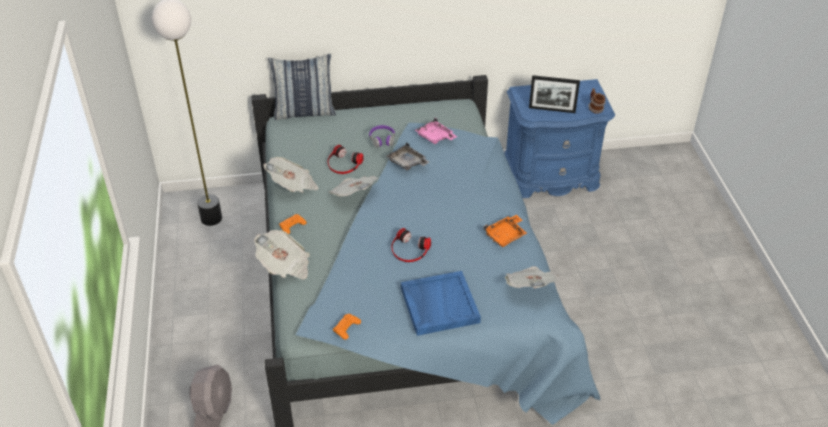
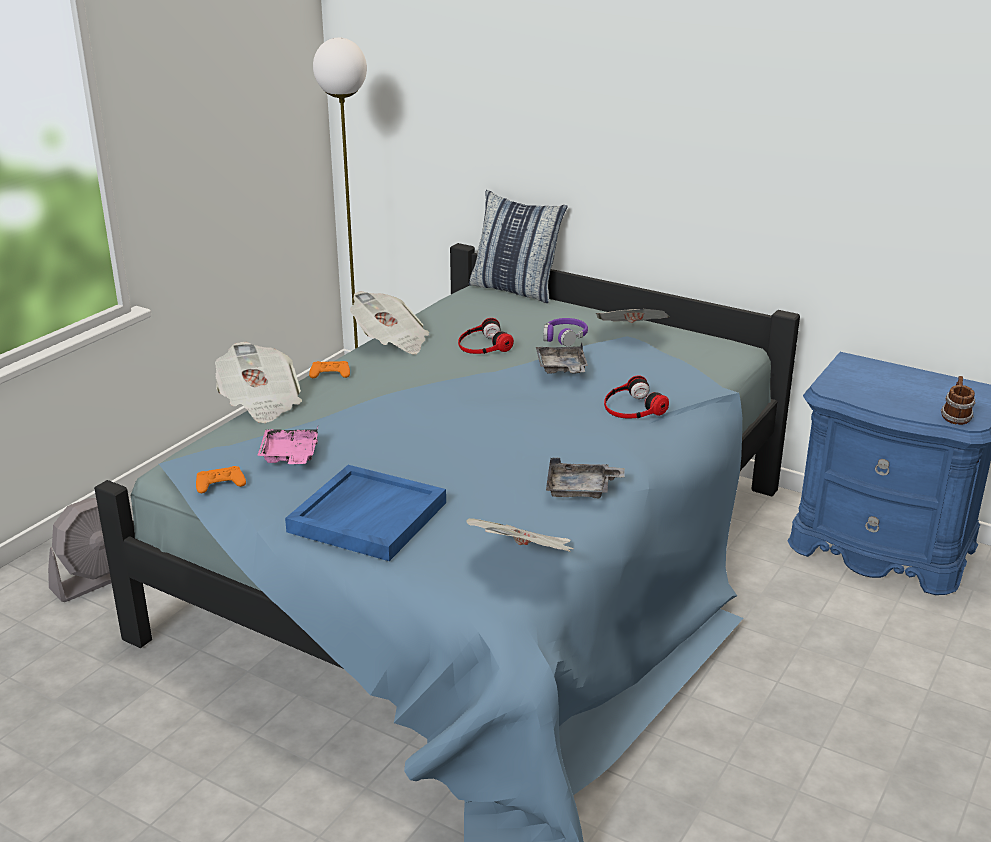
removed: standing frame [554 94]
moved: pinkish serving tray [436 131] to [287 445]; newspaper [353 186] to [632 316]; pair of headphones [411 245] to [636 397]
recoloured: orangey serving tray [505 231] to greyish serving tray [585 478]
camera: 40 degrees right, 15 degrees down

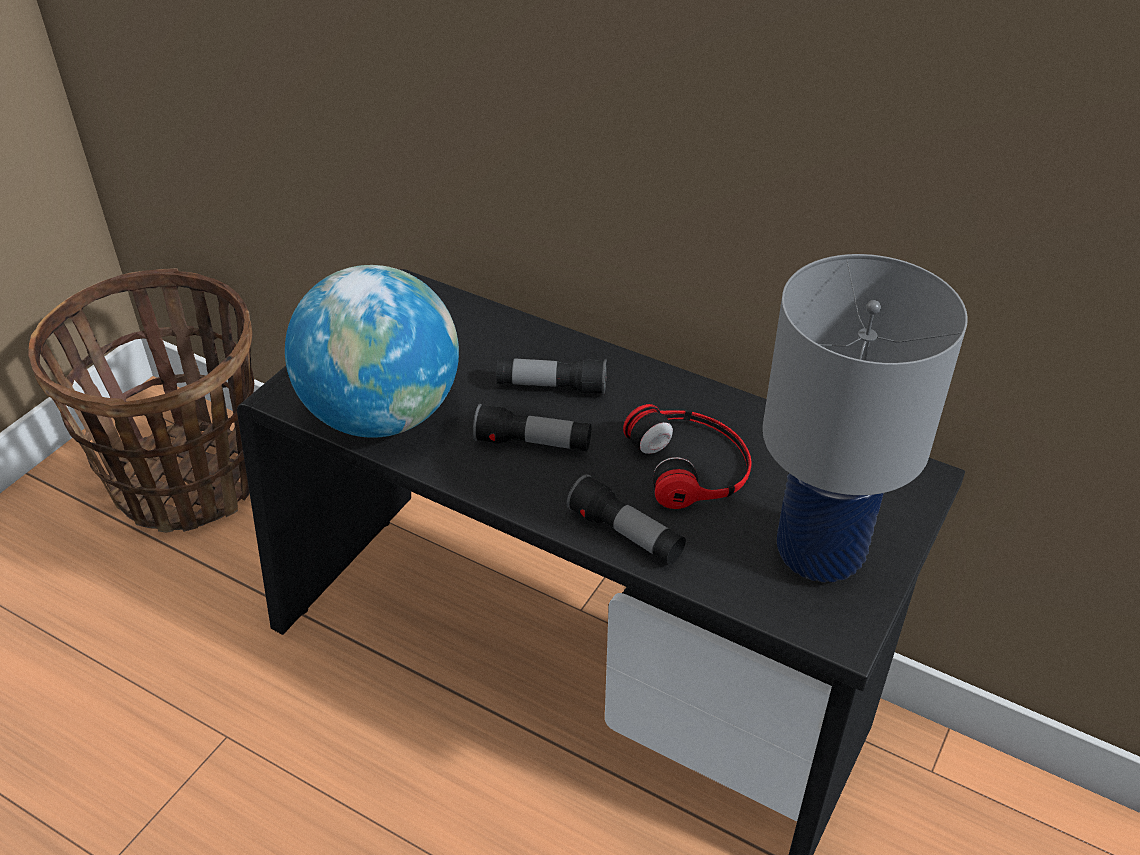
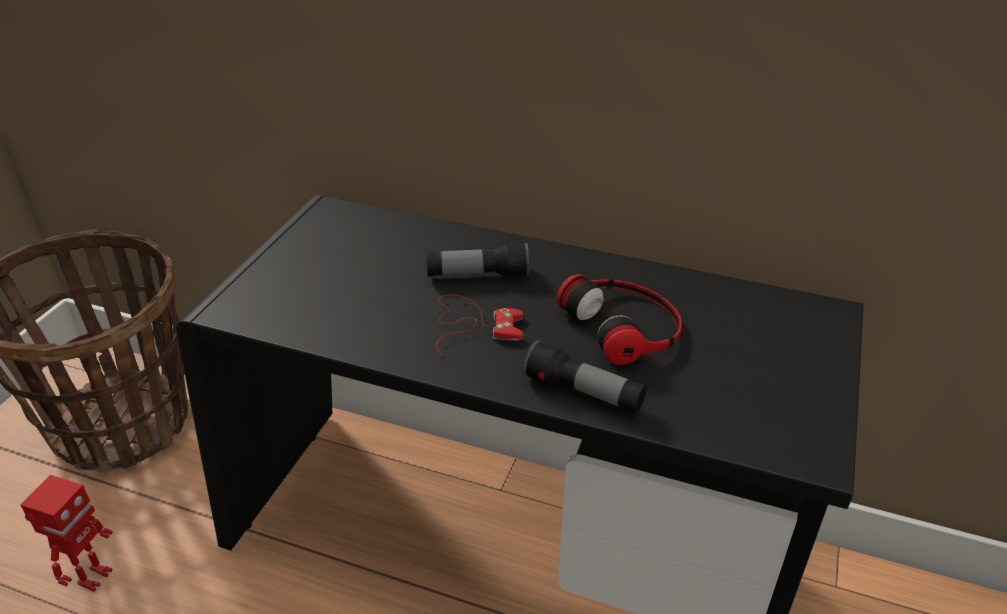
removed: globe [372 351]; greyish table lamp [865 418]
added: toy robot [66 533]
replaced: hand torch [532 427] to red-coloured game controller [480 326]
camera: 10 degrees left, 5 degrees down

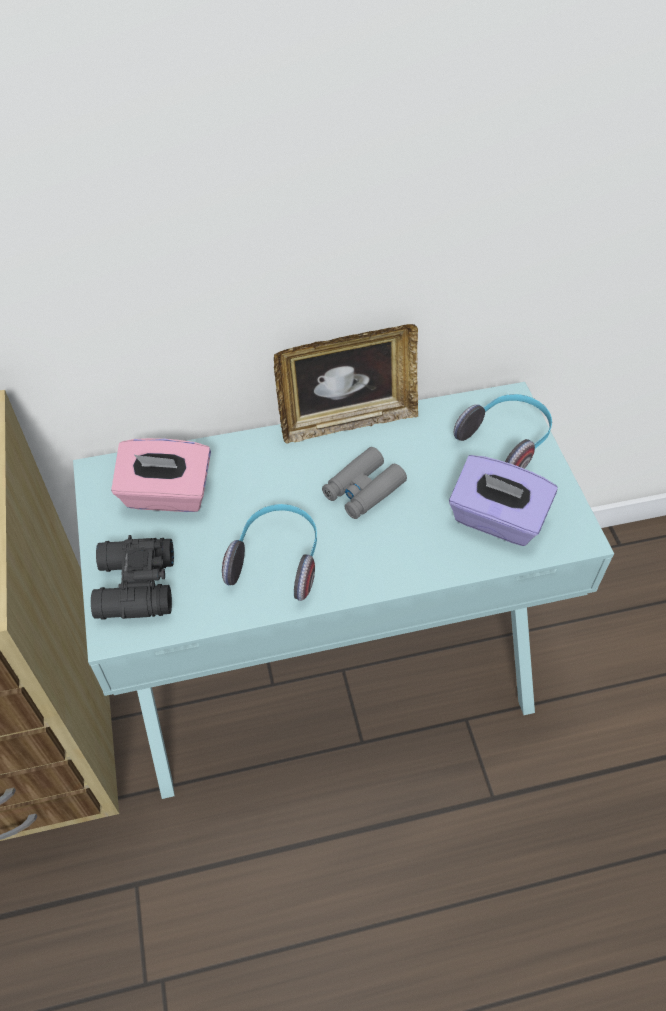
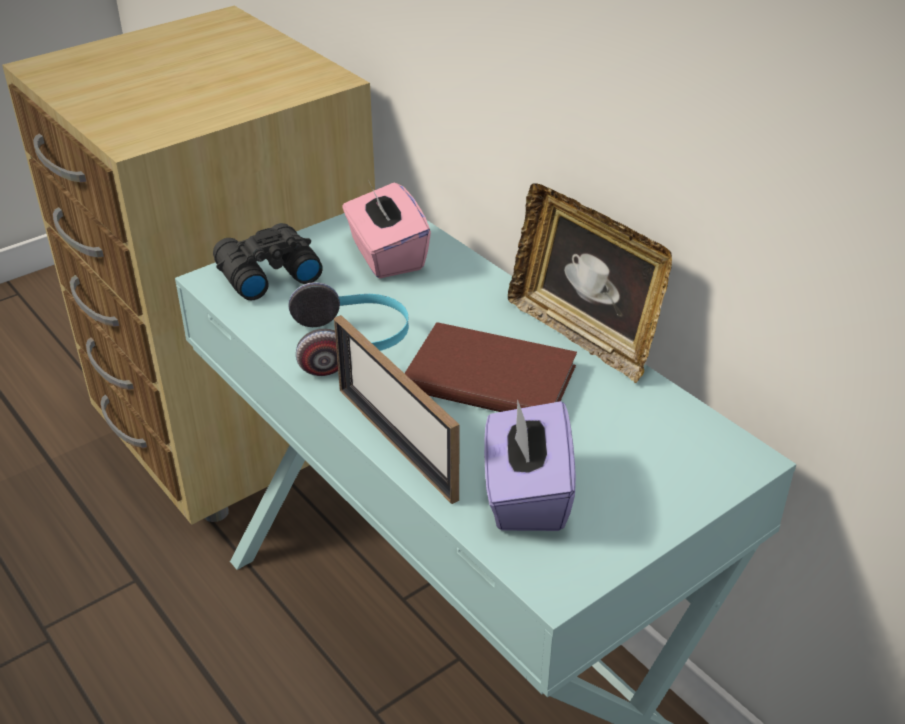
removed: pair of headphones [503 431]
added: standing frame [397 409]
replaced: greyish pair of binoculars [364 483] to brown-coloured book [490 367]
camera: 65 degrees right, 15 degrees down

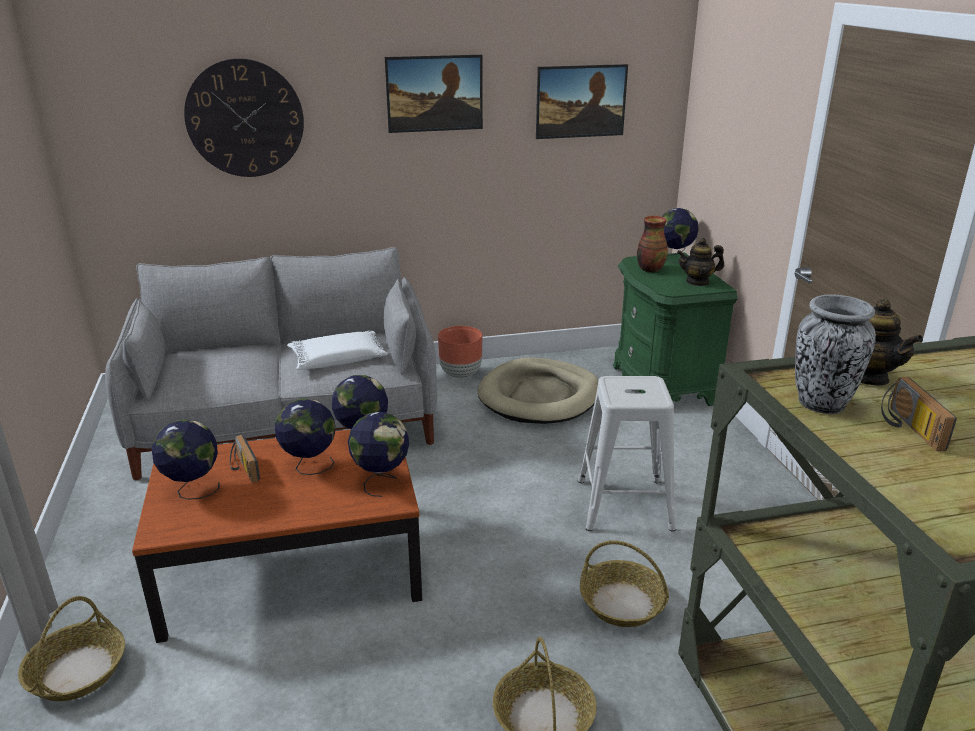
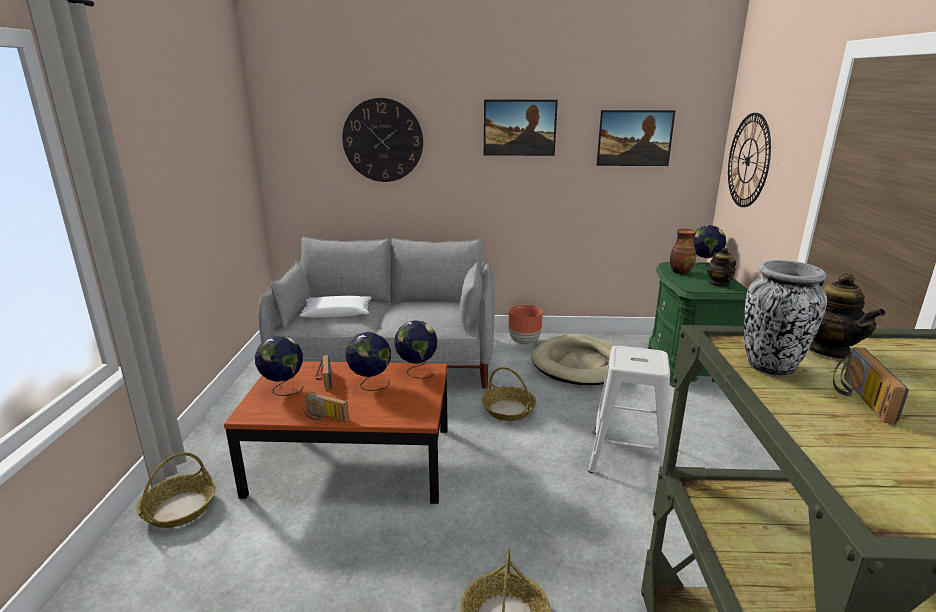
removed: globe [378 454]
added: radio [326 407]; wall clock [749 160]
moved: white pillow [337 350] to [335 307]; storage basket [624 583] to [508 394]
turned: teapot [700 262] = [721 267] 75 degrees clockwise
camera: 15 degrees right, 5 degrees down

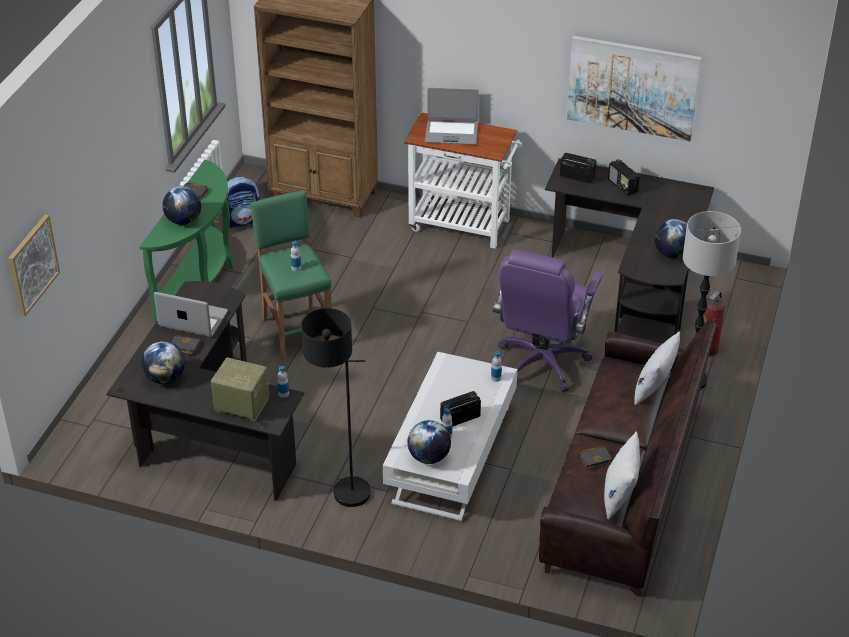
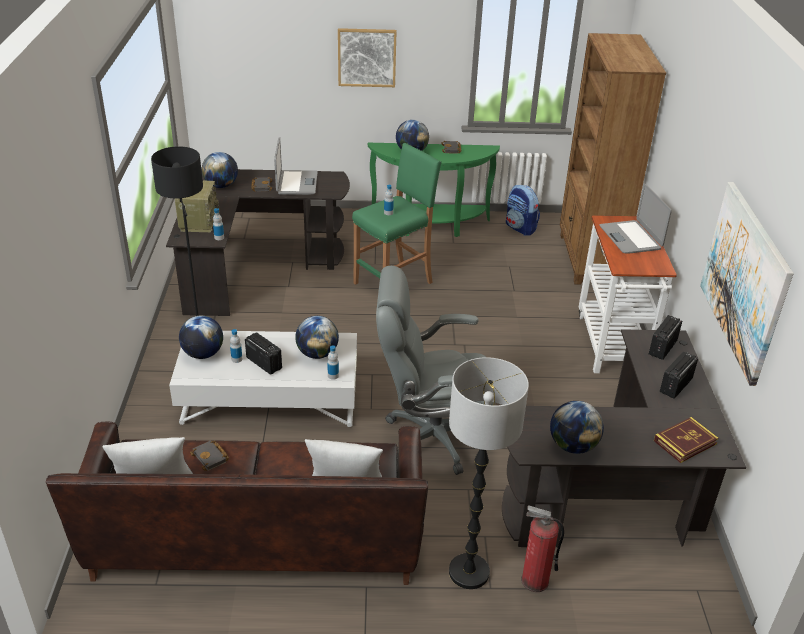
added: globe [317 337]; book [686 440]
moved: picture [34 266] to [367 57]
recoloured: purple-coloured desk chair [548 321] to greyish desk chair [435 370]
turned: radio [578 168] = [665 337] 150 degrees counterclockwise
camera: 70 degrees right, 5 degrees down

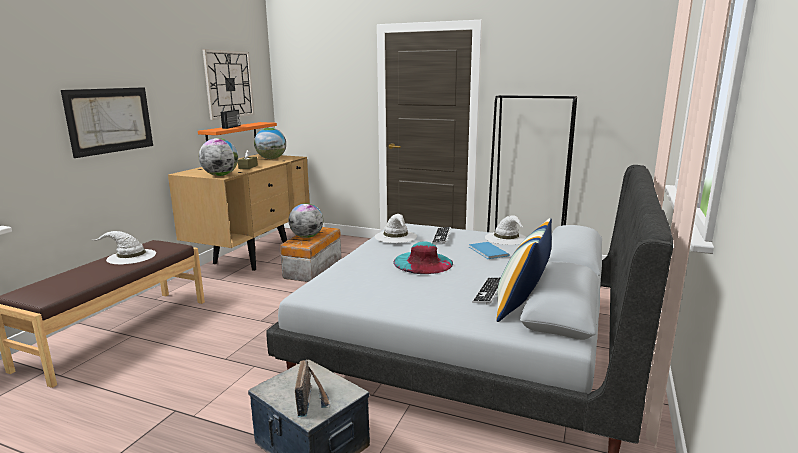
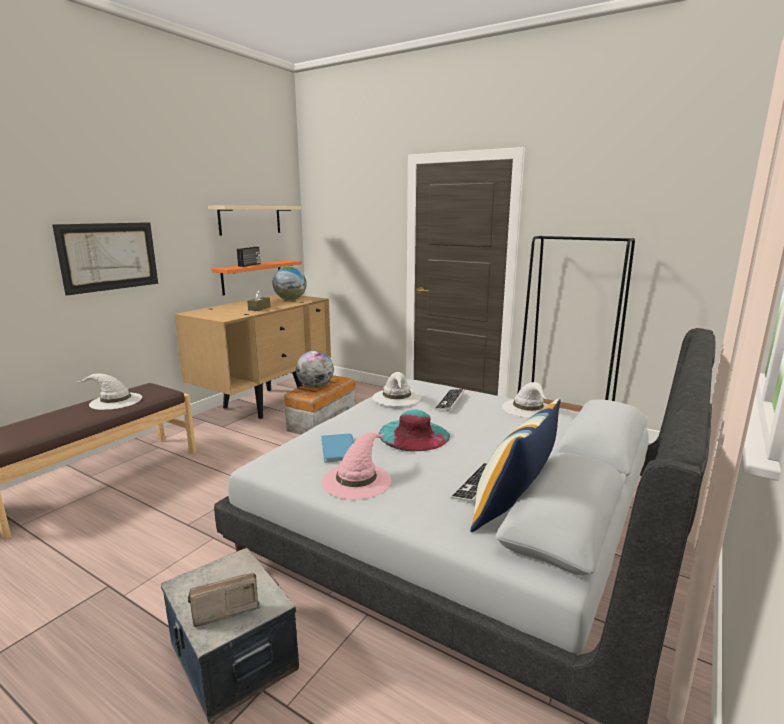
removed: globe [218 157]
added: pinkish clothing hat [356 465]
moved: blue book [489 250] to [337 447]
replaced: wall clock [228 84] to beige shelf [254 221]
turned: radio [312 388] = [224 599] 120 degrees counterclockwise
camera: 10 degrees right, 0 degrees up

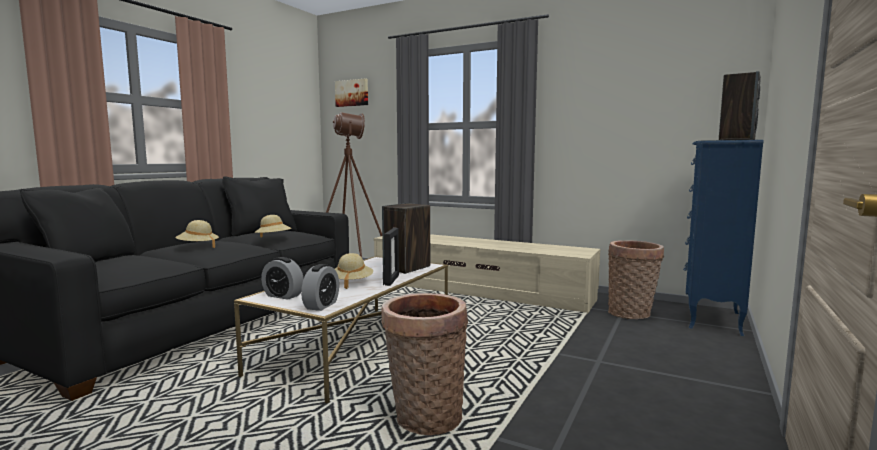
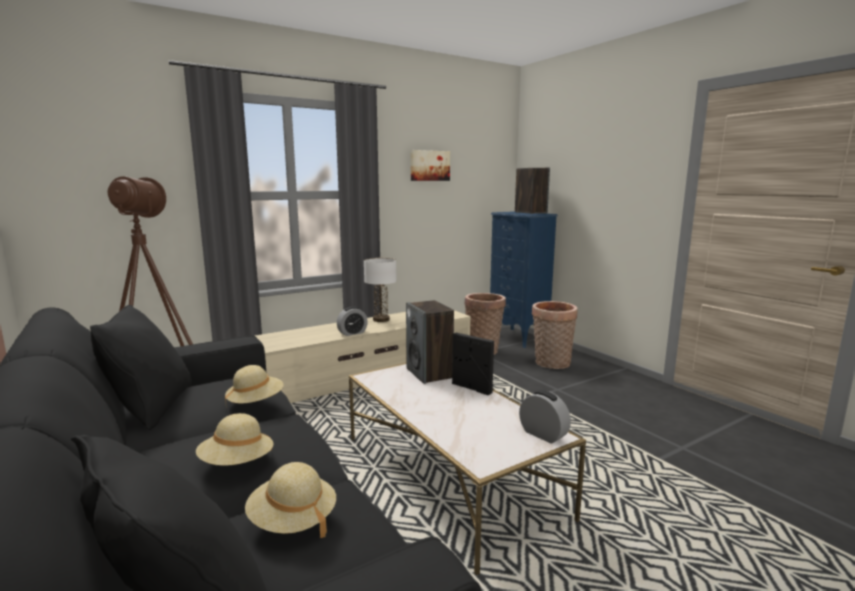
added: table lamp [380 290]
moved: beige clothing hat [354 271] to [290 500]; bedside clock [282 278] to [352 321]; picture [351 92] to [430 165]; storage basket [424 364] to [554 335]
camera: 60 degrees left, 5 degrees up

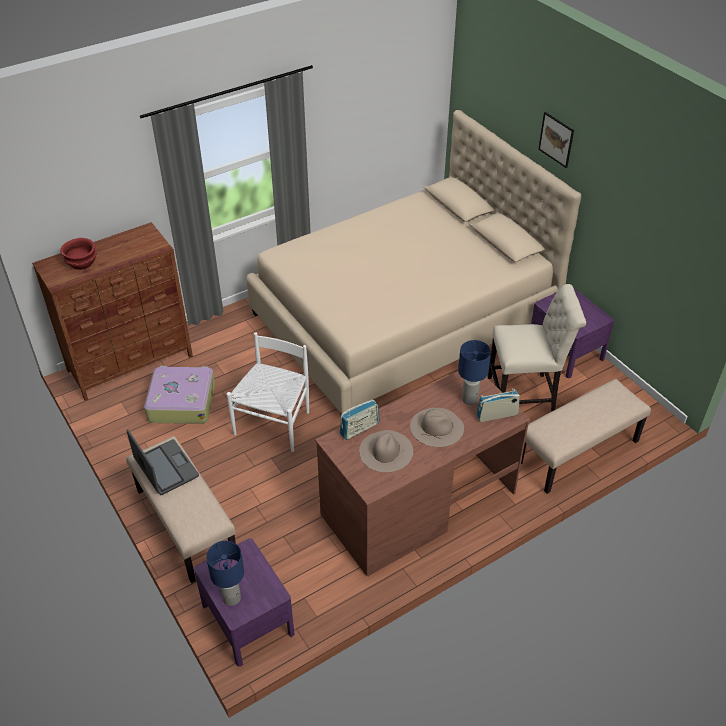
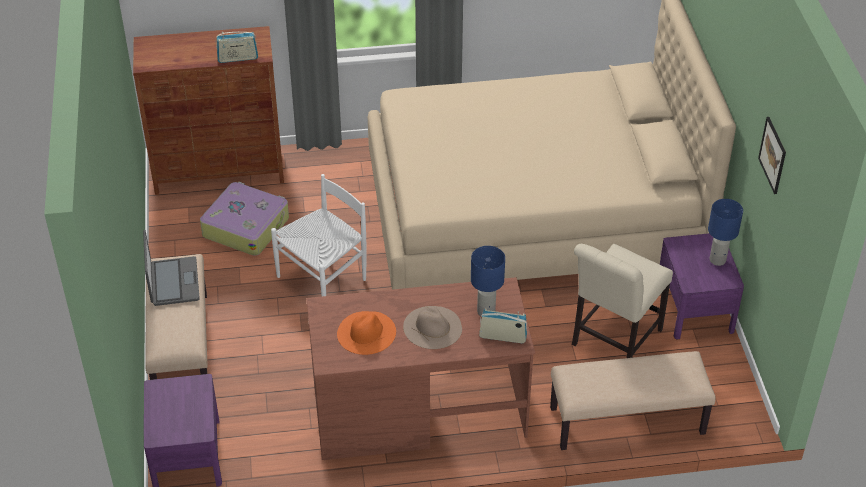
removed: red-coloured serving bowl [78 254]
moved: radio [360 419] to [237 47]; blue table lamp [225 573] to [725 232]; picture [556 140] to [772 155]
recoloured: beige clothing hat [386 451] to orangey clothing hat [366 333]
turned: beige upright chair [537 347] = [622 301] 105 degrees clockwise
camera: 25 degrees right, 0 degrees up

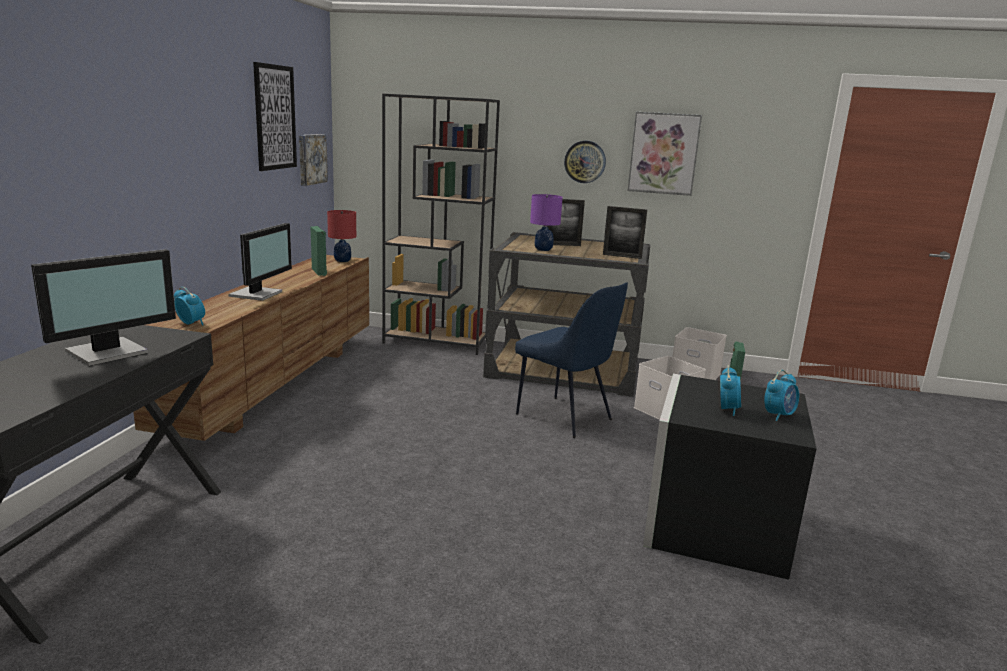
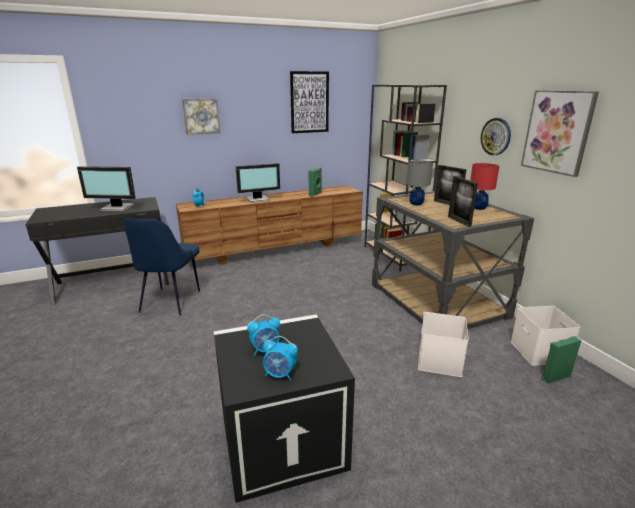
moved: blue upright chair [571 360] to [162 266]; picture [313 160] to [201 116]; red-coloured table lamp [341 236] to [485 186]
recoloured: purple-coloured table lamp [546 222] to greyish table lamp [419 183]
camera: 55 degrees right, 5 degrees up

